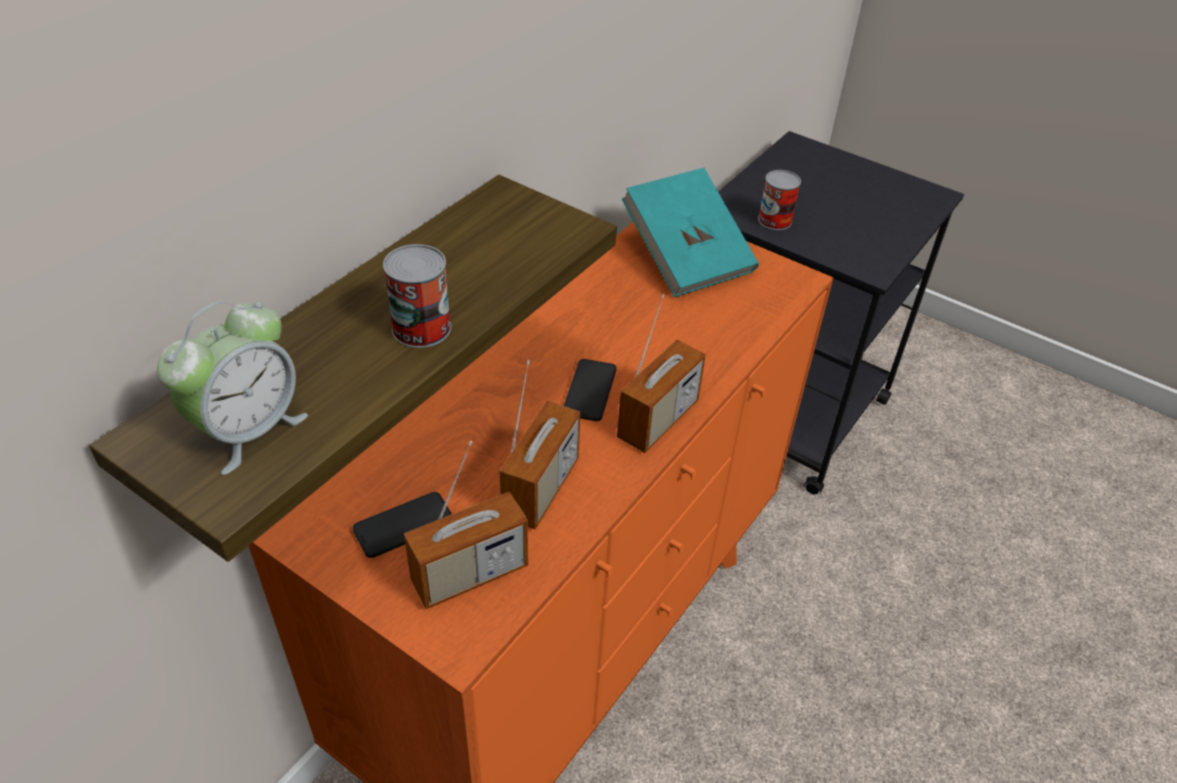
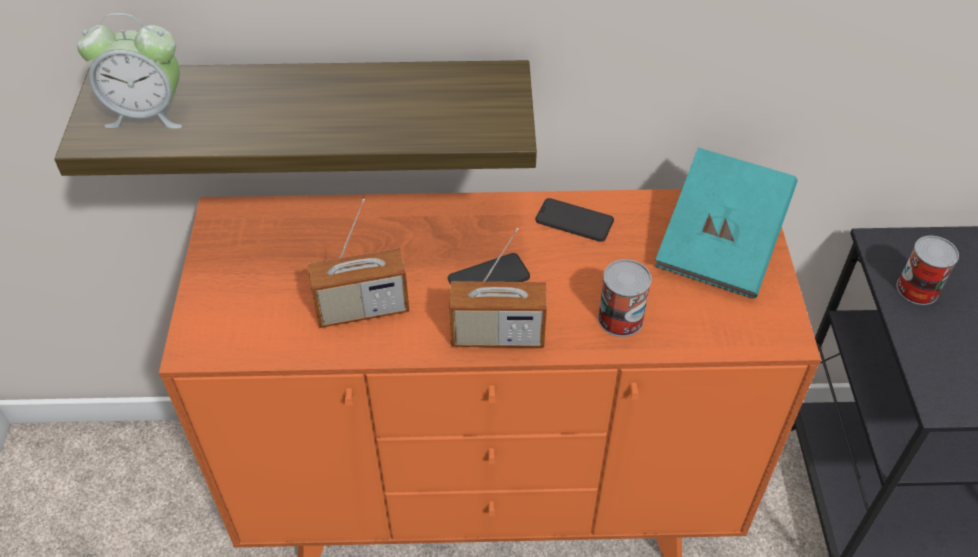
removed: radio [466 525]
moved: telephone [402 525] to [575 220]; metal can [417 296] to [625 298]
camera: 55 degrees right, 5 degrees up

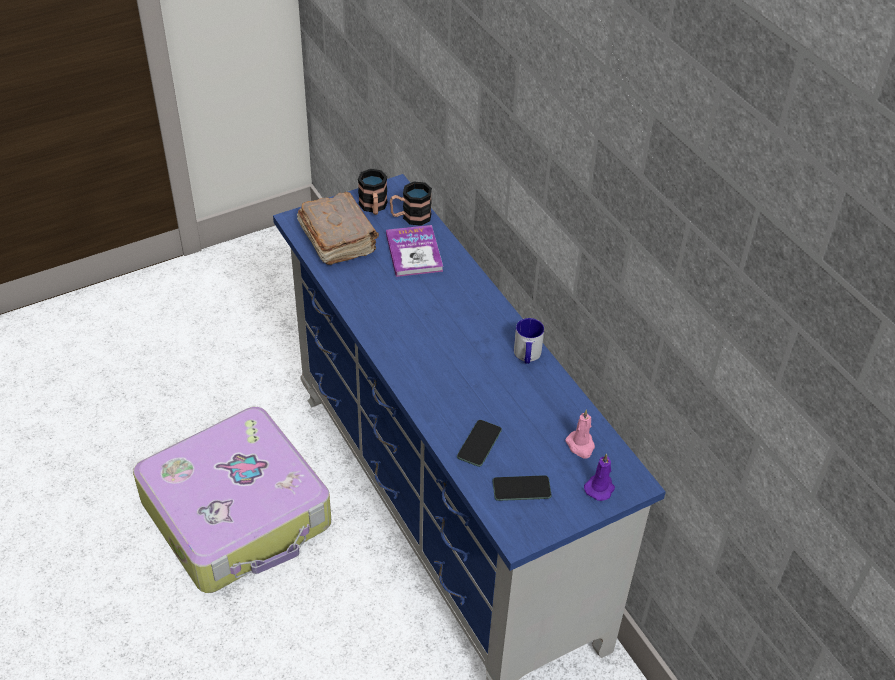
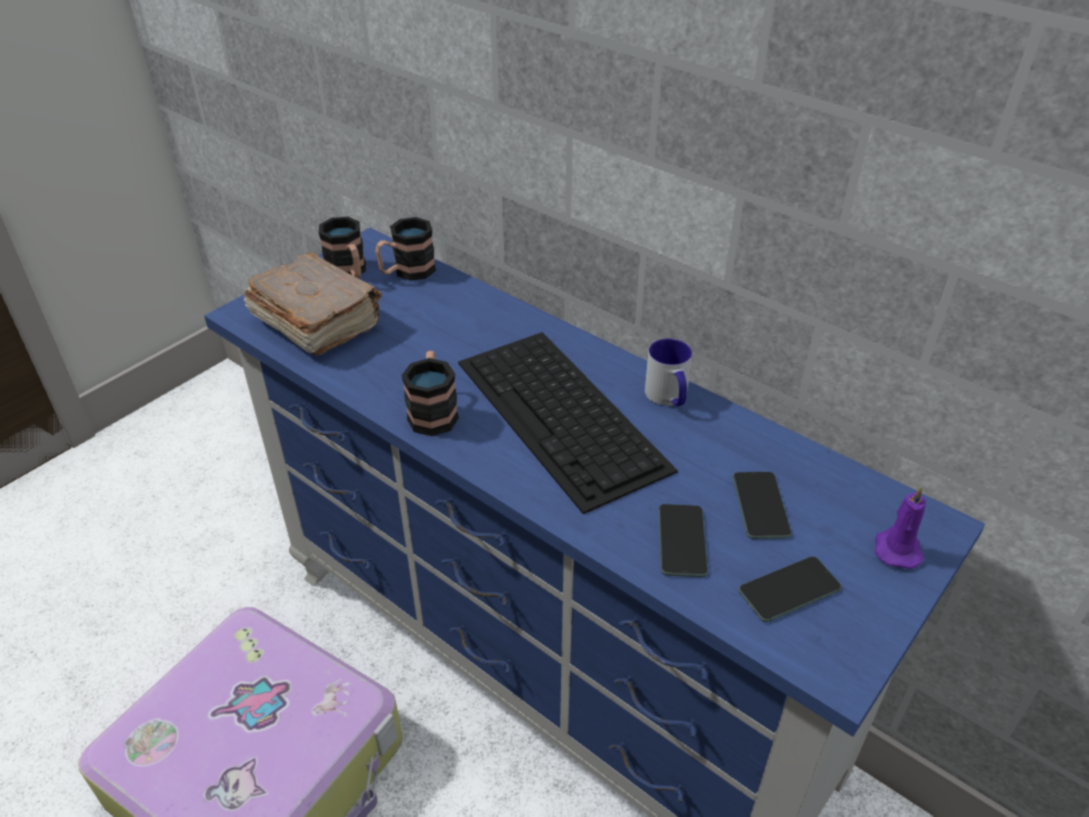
removed: book [414 251]; pinkish wax candle [580 434]
added: tea mug [430 393]; computer keyboard [568 423]; telephone [762 505]
camera: 20 degrees left, 5 degrees down

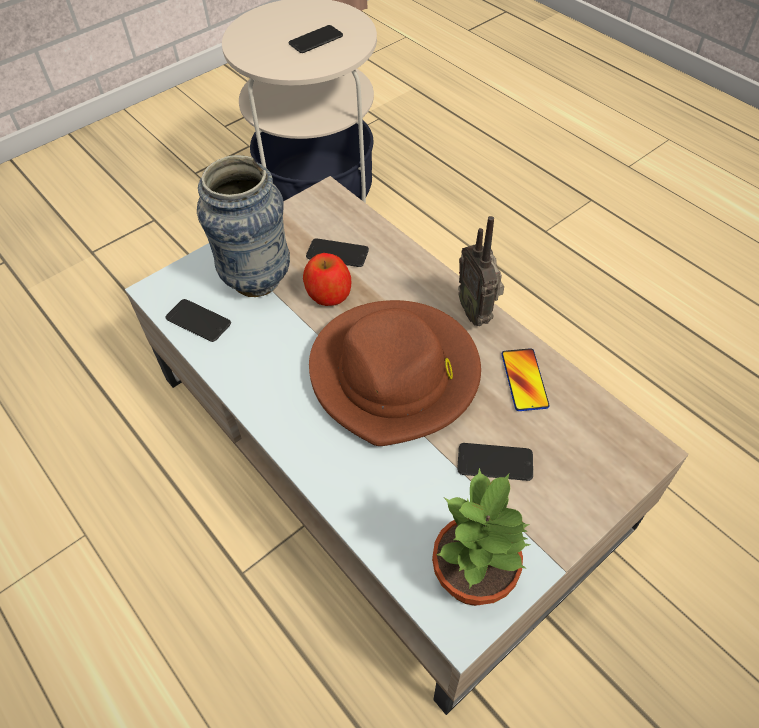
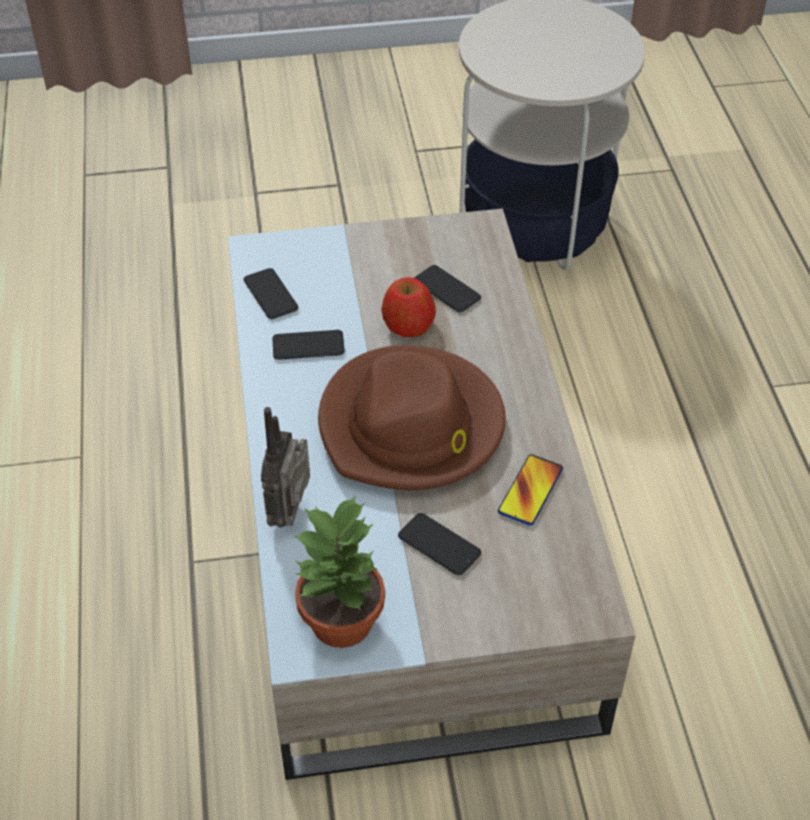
removed: flower vase [243 226]
moved: radio [481 271] to [285 467]; telephone [316 39] to [308 345]
camera: 30 degrees right, 5 degrees down

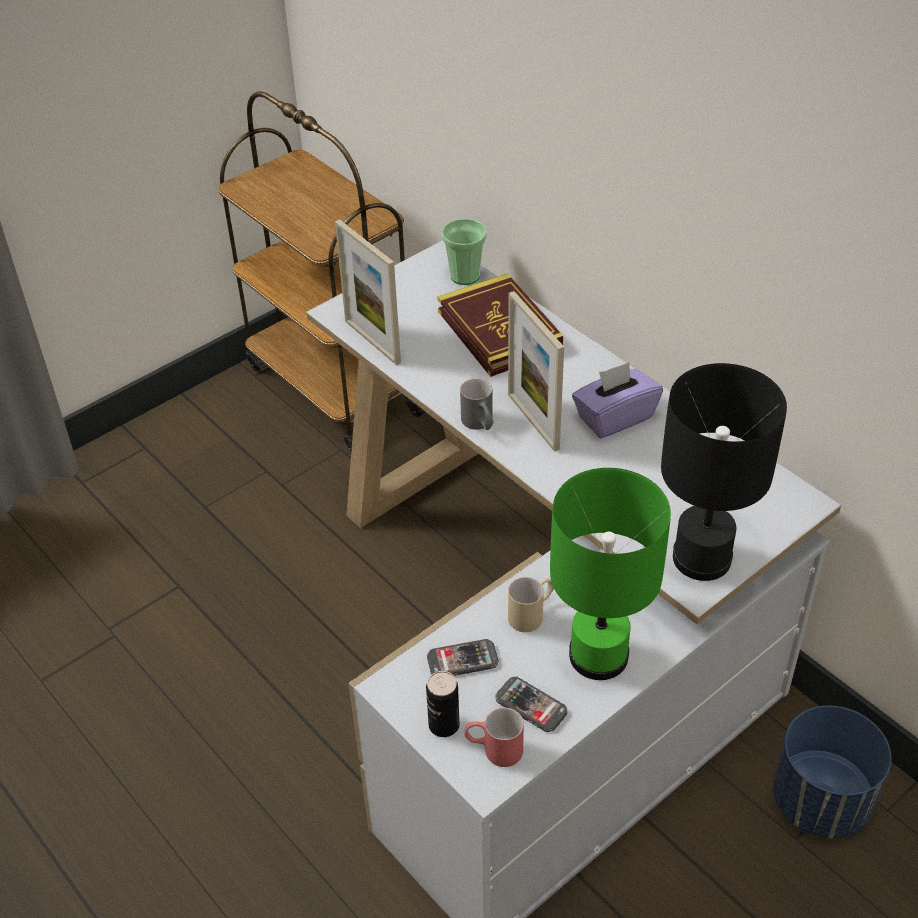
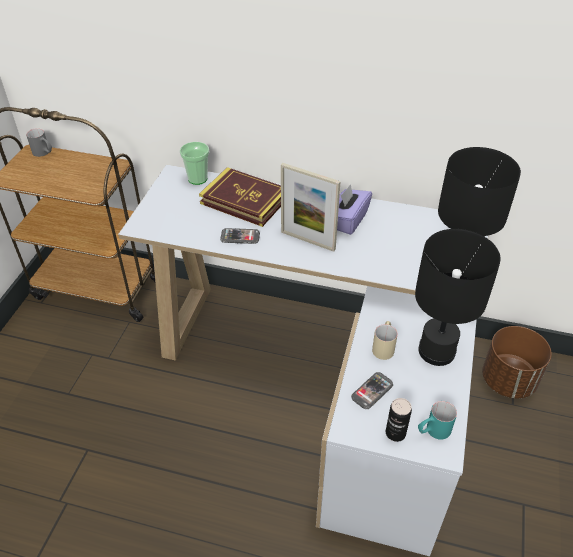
removed: standing frame [368 292]
moved: greyish tea mug [476 404] to [39 142]; telephone [531 704] to [240 236]
recoloured: greenish table lamp [610 574] to blackish table lamp [458 297]; red-coloured tea mug [494 737] to blue-green tea mug [437 420]; blue plant pot [832 771] to brown-coloured plant pot [517 362]
camera: 35 degrees left, 0 degrees up

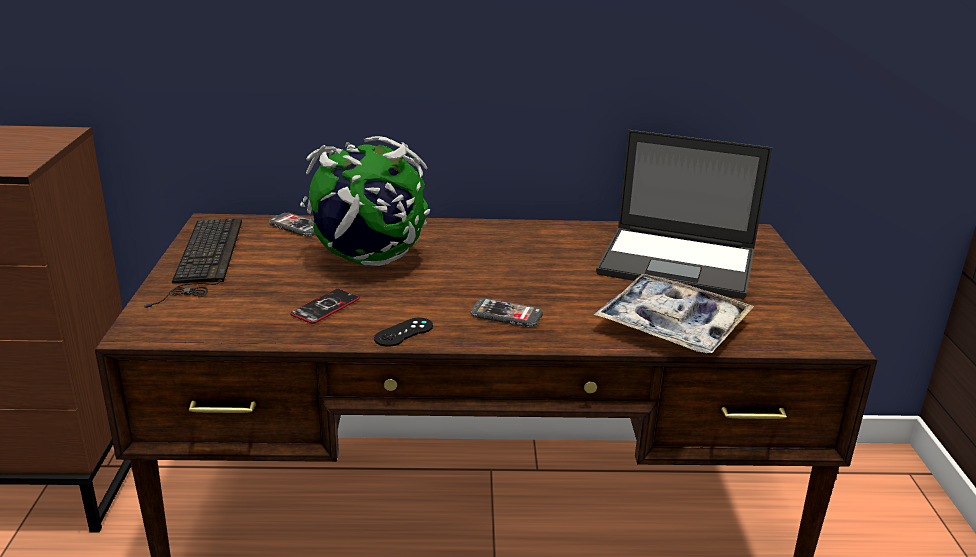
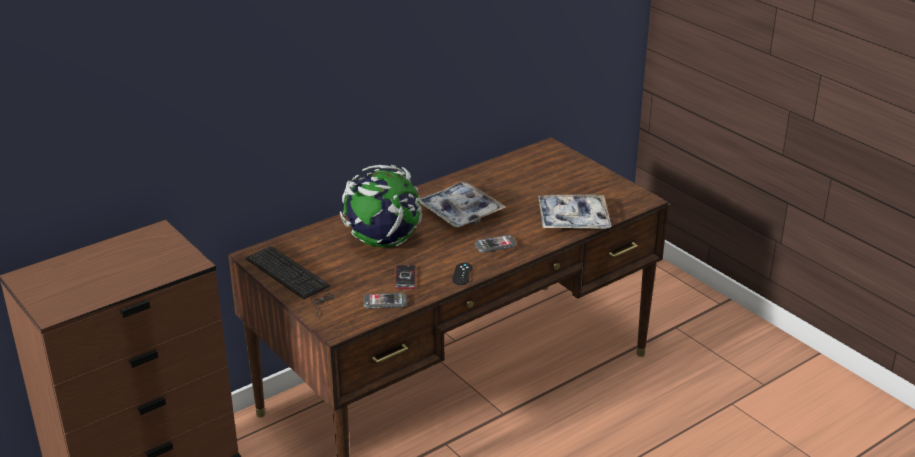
removed: notebook computer [684 214]
added: serving tray [463 205]
moved: telephone [292 225] to [385 301]
camera: 35 degrees left, 5 degrees up

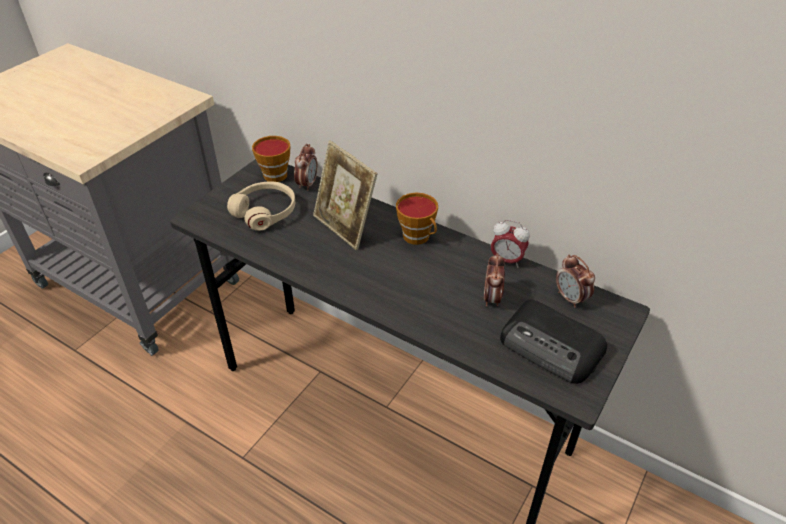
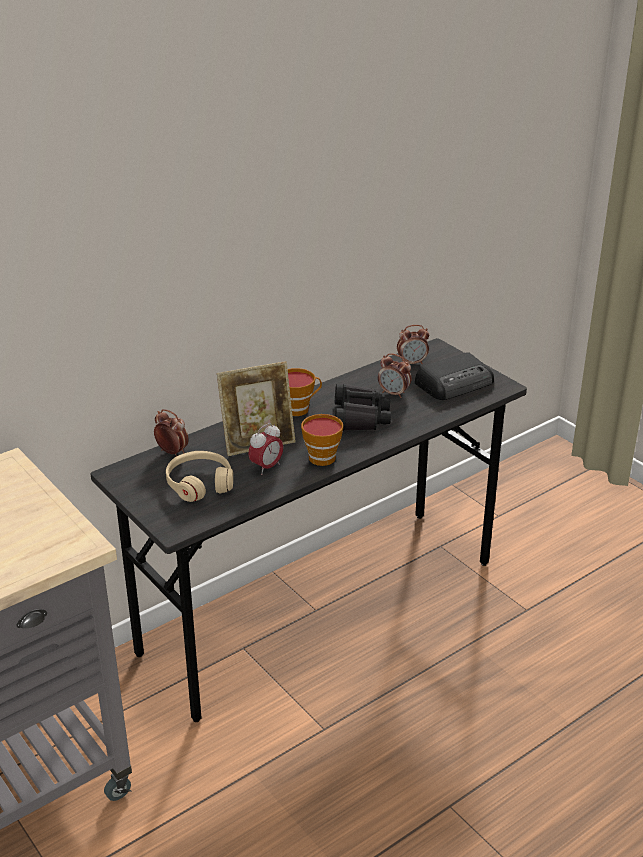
added: blackish pair of binoculars [363 407]
moved: bedside clock [510 244] to [265 449]; cup [271 159] to [322 440]
camera: 70 degrees left, 10 degrees down

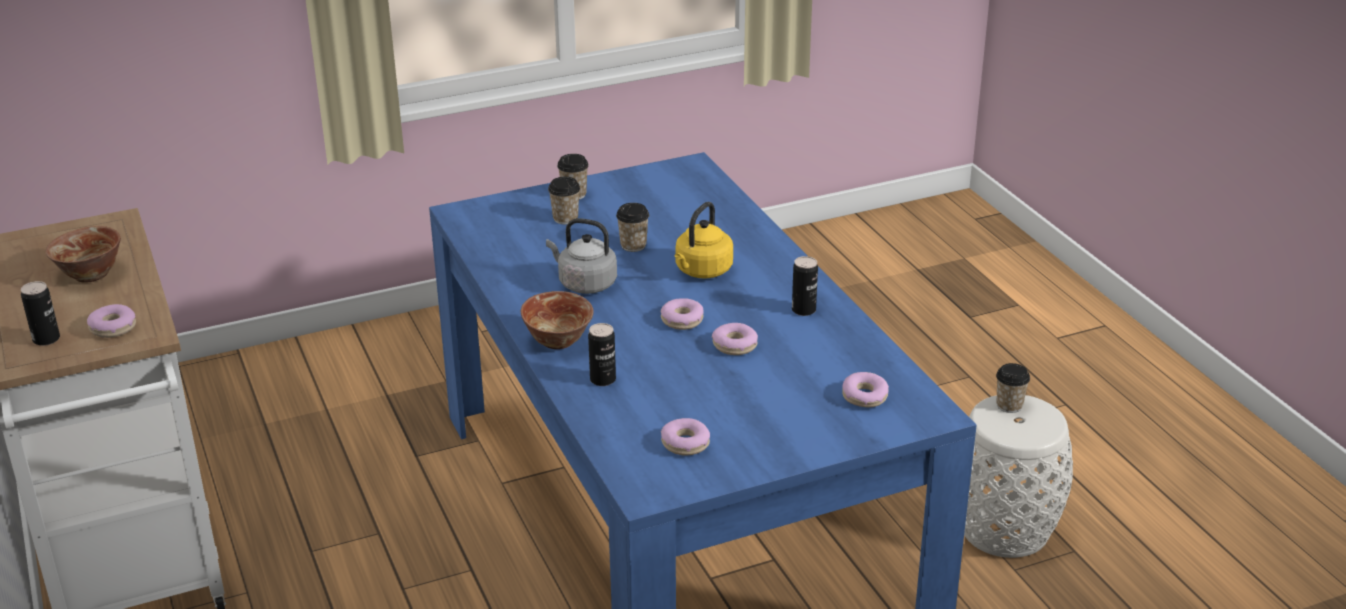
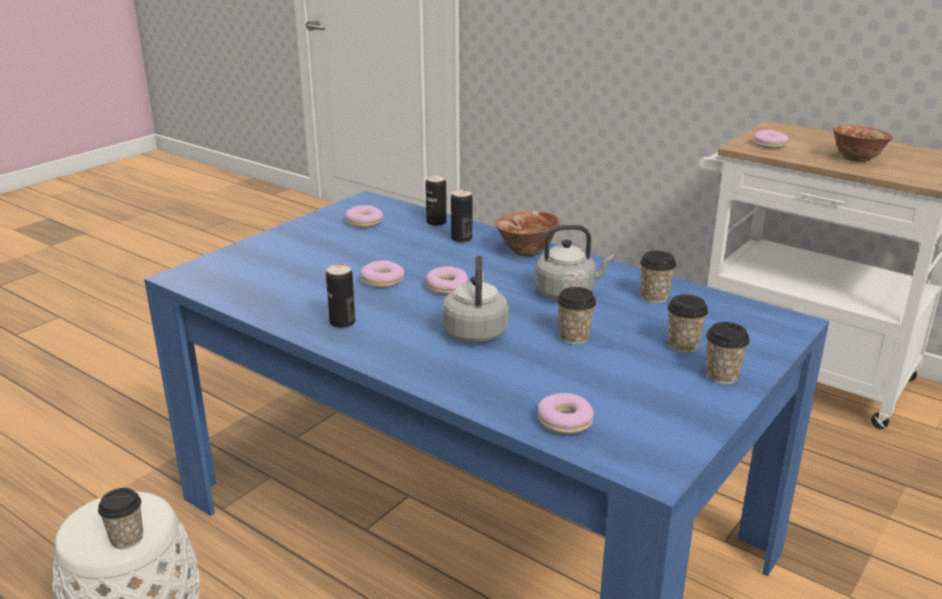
added: cup [658 277]
moved: metal can [40 313] to [436 200]; doughnut [865 389] to [566 413]
recoloured: yellowish water kettle [704 240] to greyish water kettle [476 299]
camera: 150 degrees right, 5 degrees down

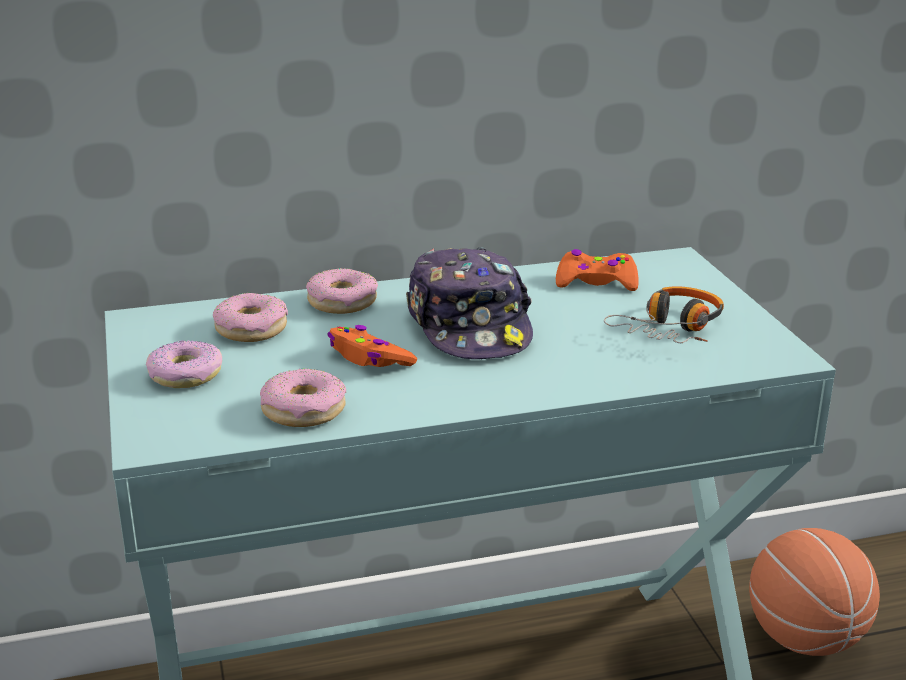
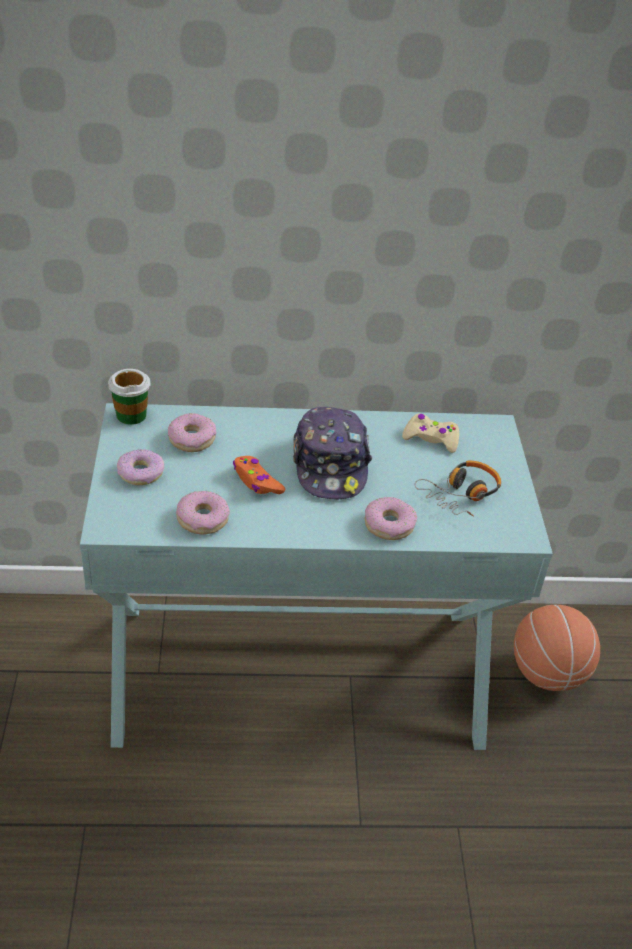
added: cup [129 397]
moved: doughnut [342 291] to [391 518]
recoloured: orangey game controller [597 270] to beige game controller [430 433]
camera: 10 degrees right, 15 degrees up

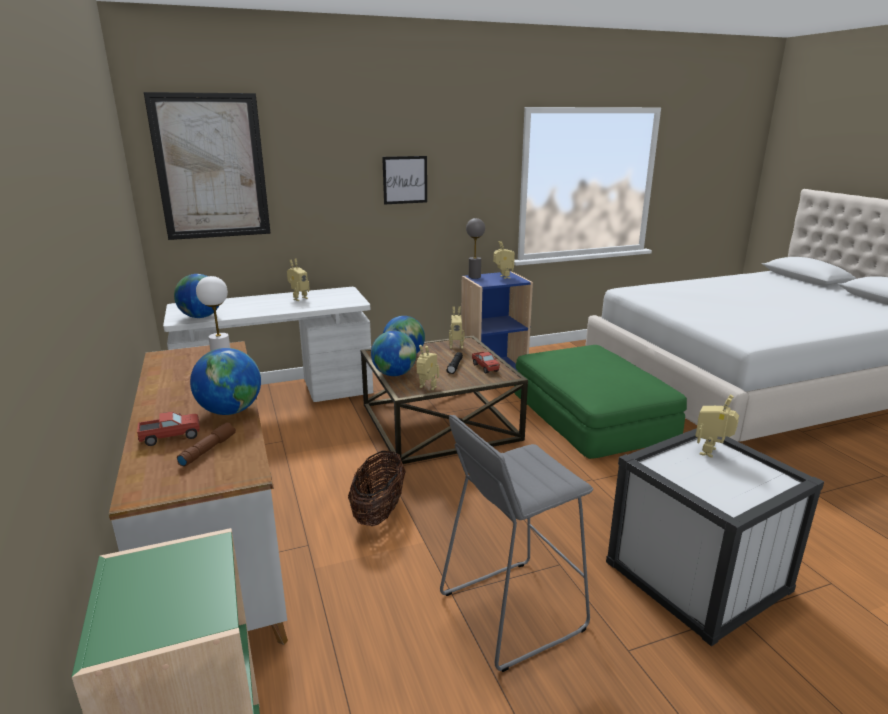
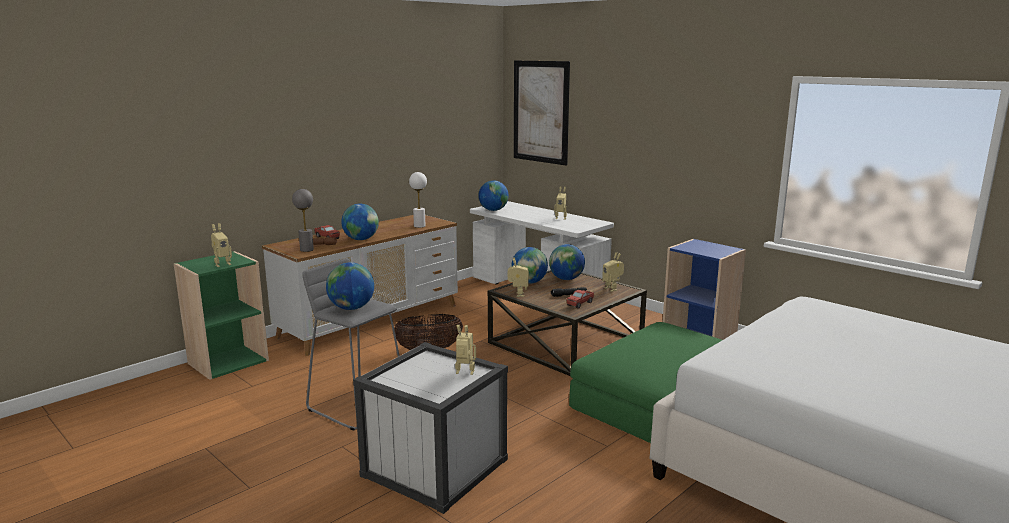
removed: picture [404 180]
added: globe [350 286]
moved: toy robot [504 260] to [221 245]; greyish table lamp [475 248] to [303 220]
camera: 65 degrees right, 5 degrees down

